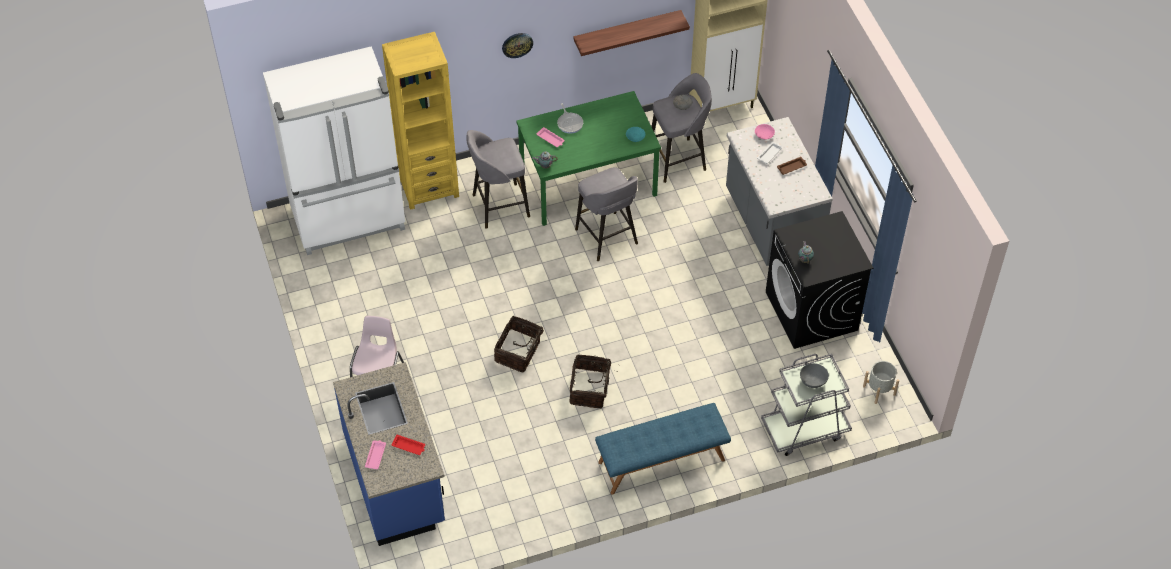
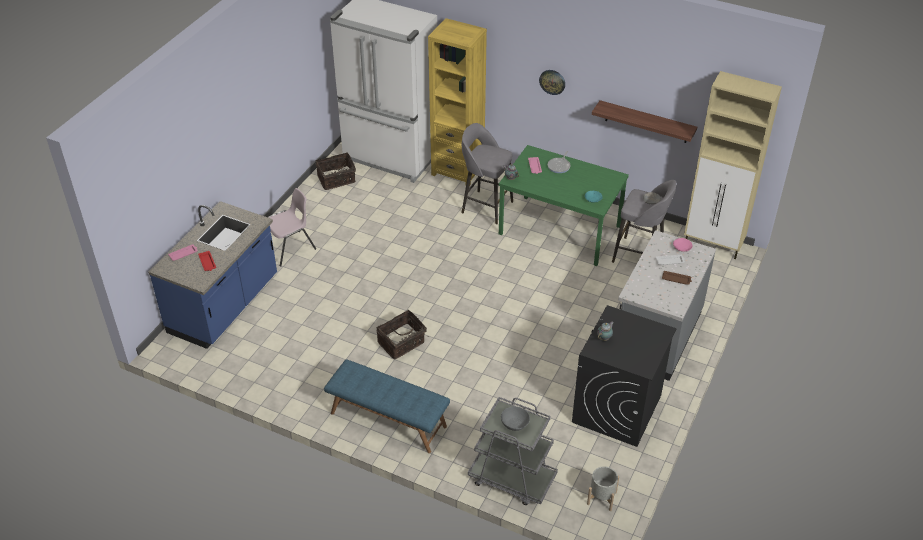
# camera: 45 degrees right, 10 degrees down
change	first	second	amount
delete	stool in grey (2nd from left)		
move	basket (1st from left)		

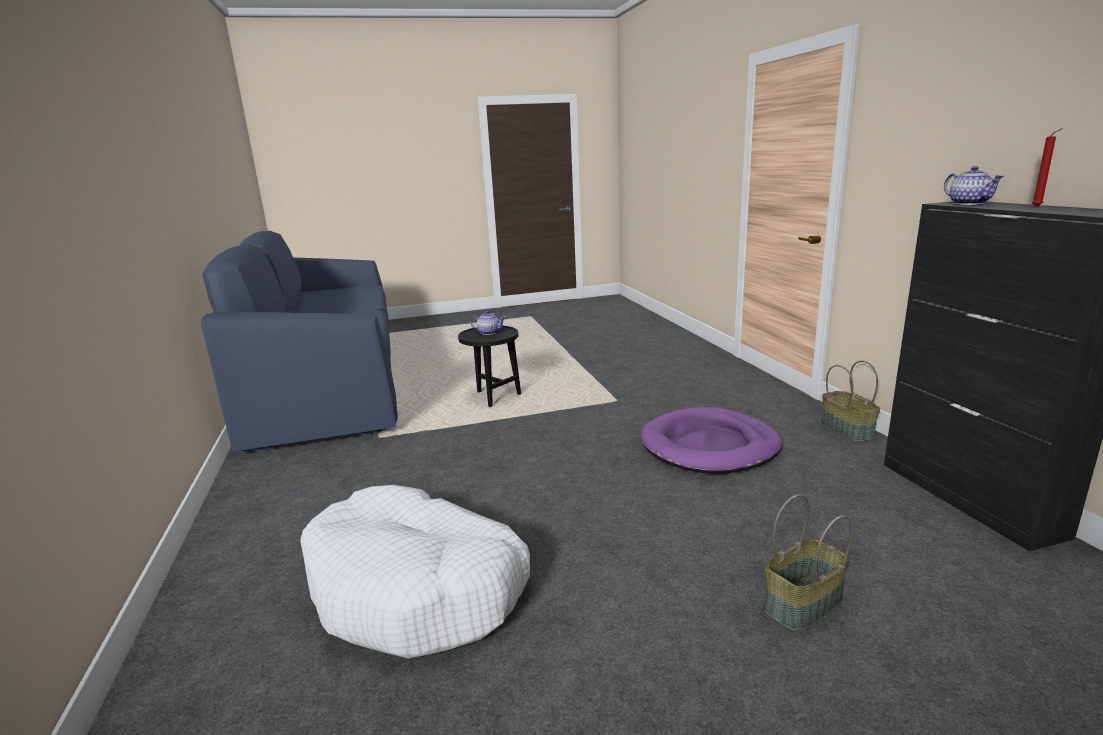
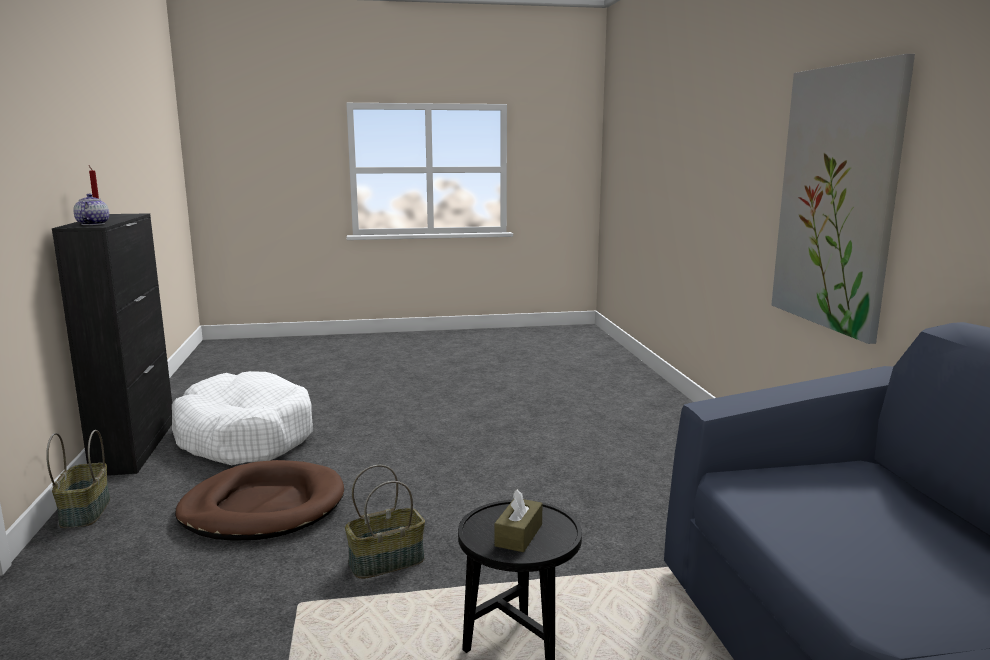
# camera: 175 degrees left, 5 degrees down
change	first	second	amount
replace	teapot (1st from left)	tissue box in brown	
recolor	dog bed in purple	dog bed in brown	
move	dog bed in white		
move	basket (1st from left in the first image)	basket (2nd from left)	
insert		picture	

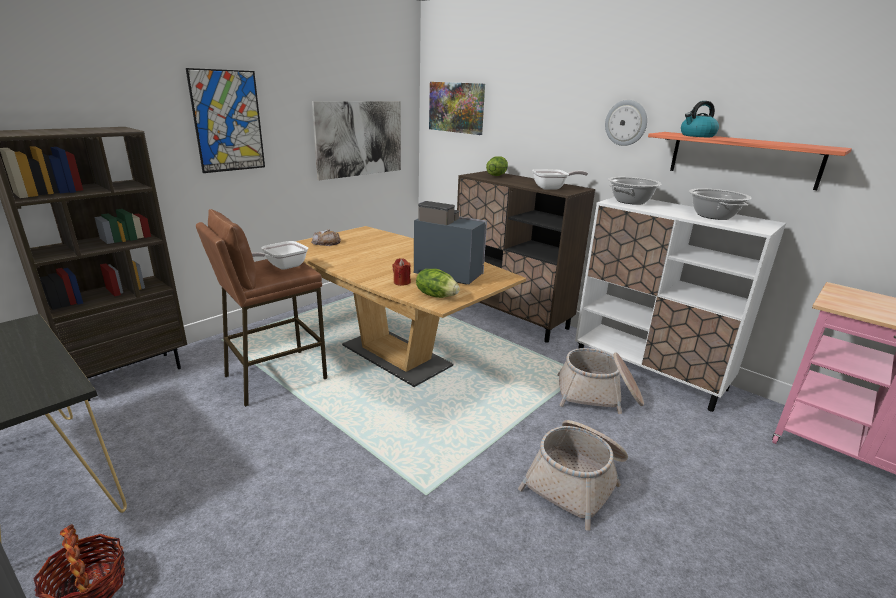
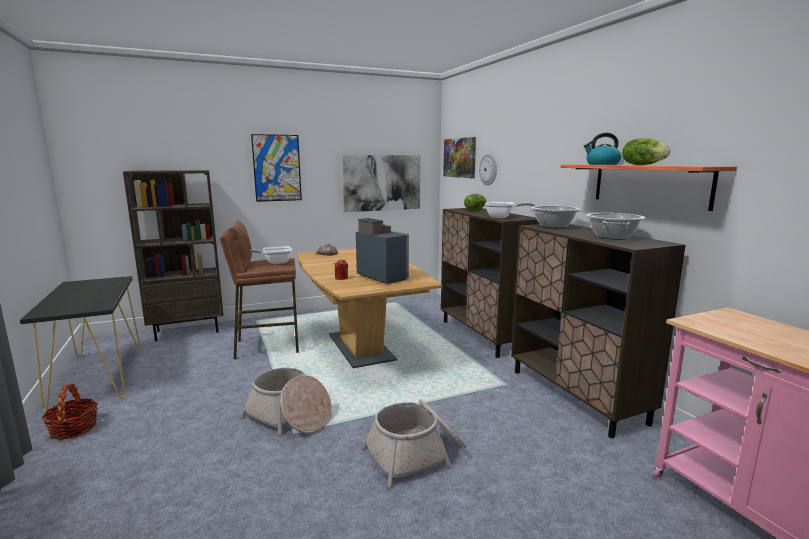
# camera: 25 degrees right, 10 degrees down
change	first	second	amount
move	wall clock		
recolor	cabinet in white	cabinet in brown (2nd from left)	
move	lettuce (1st from left in the first image)	lettuce (2nd from left)	
move	basket (3rd from left in the first image)	basket (2nd from left)	

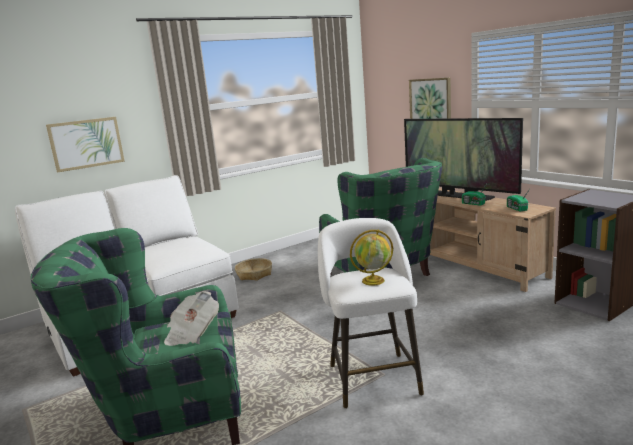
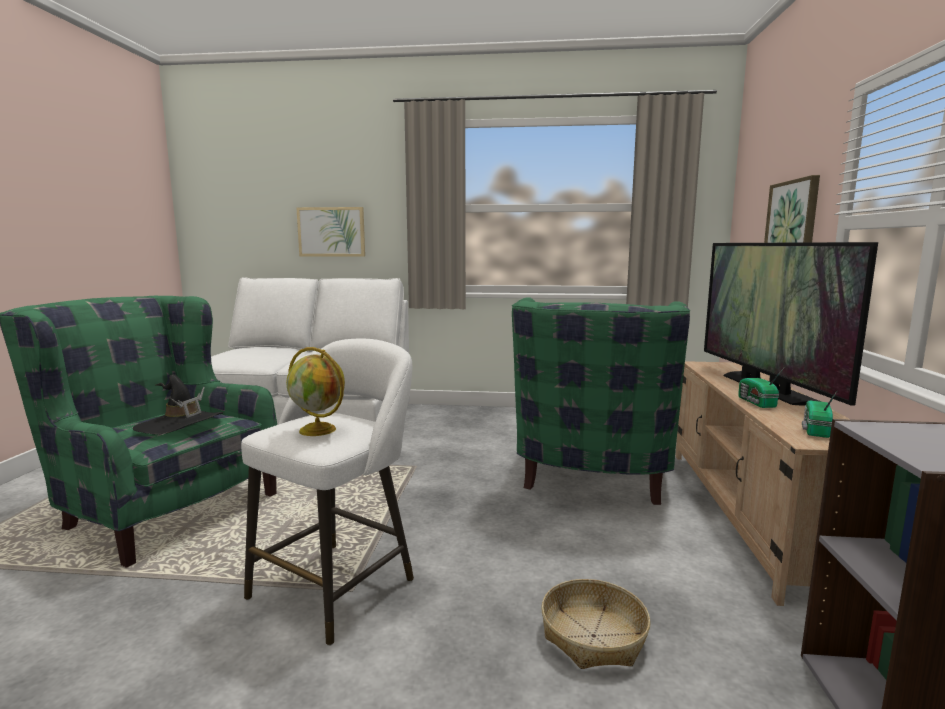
# camera: 40 degrees right, 5 degrees down
change	first	second	amount
move	basket		
replace	newspaper	hat in black	

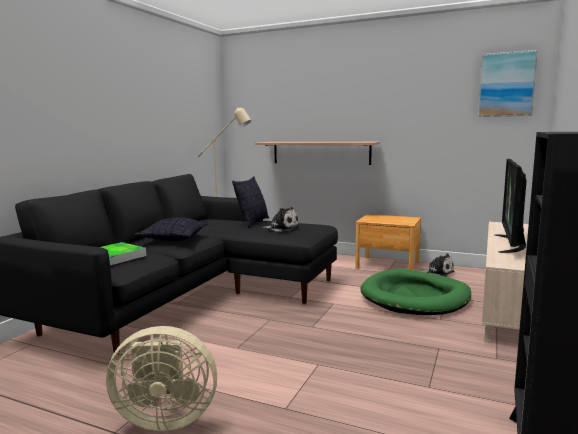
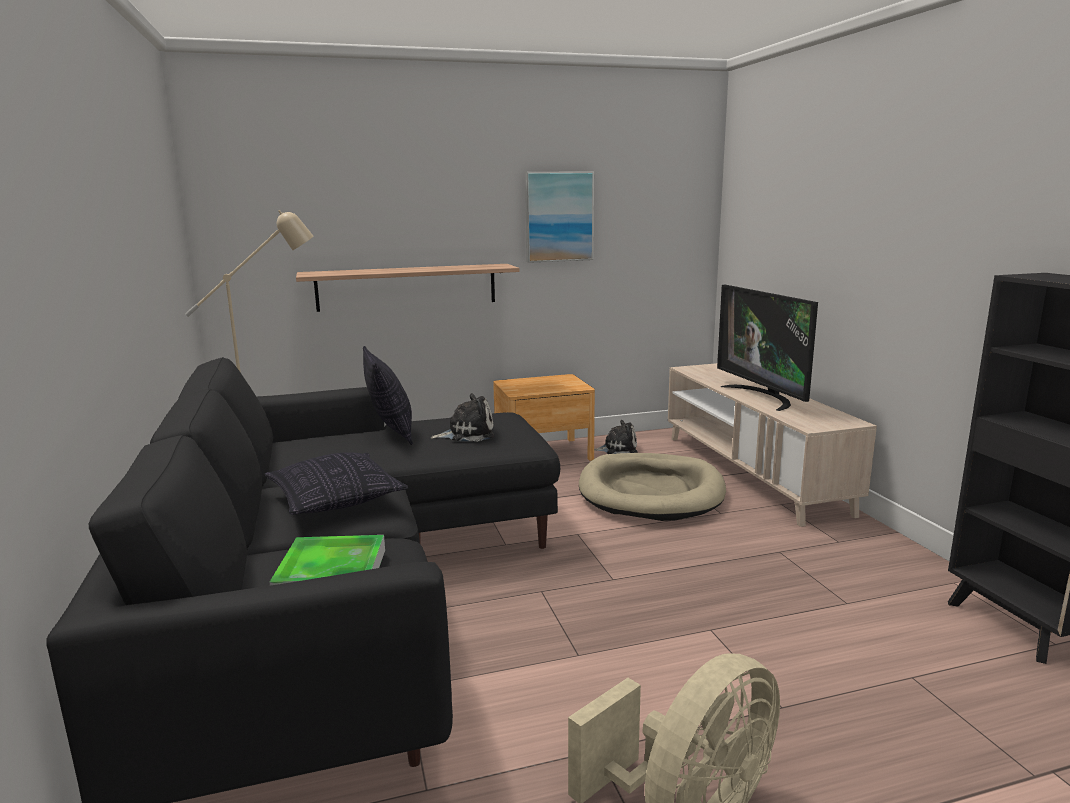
# camera: 40 degrees left, 5 degrees up
change	first	second	amount
move	picture		
recolor	dog bed in green	dog bed in beige	

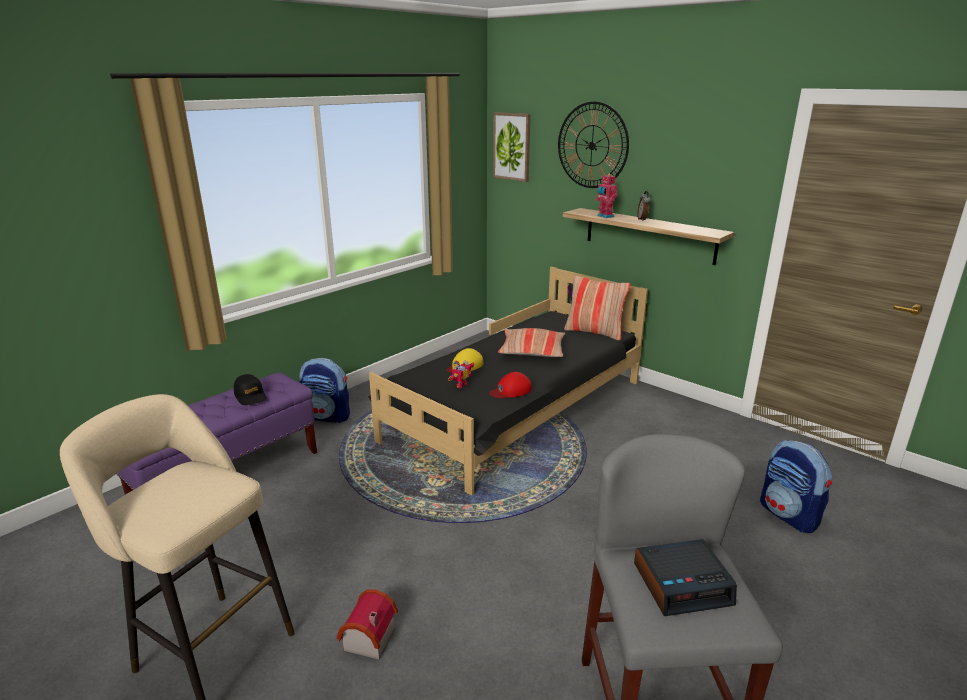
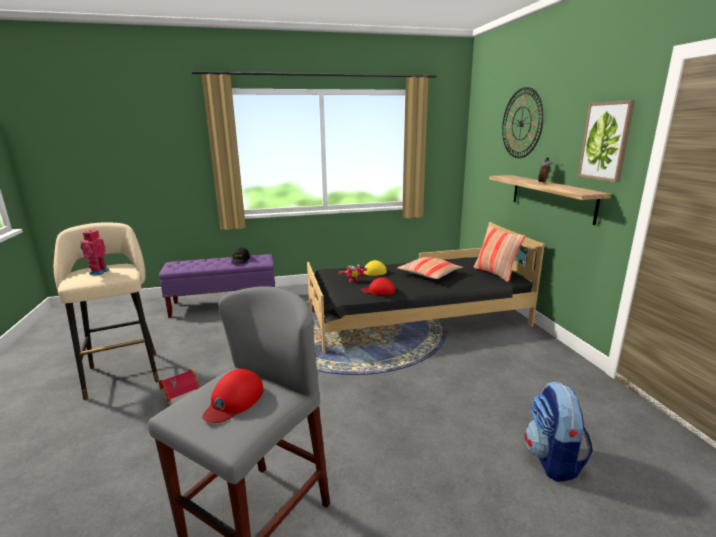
# camera: 35 degrees right, 5 degrees down
change	first	second	amount
move	picture		
move	toy robot (2nd from left in the first image)	toy robot (1st from left)	
delete	backpack (1st from left)		
replace	alarm clock (2nd from left)	cap in red (1st from left)	

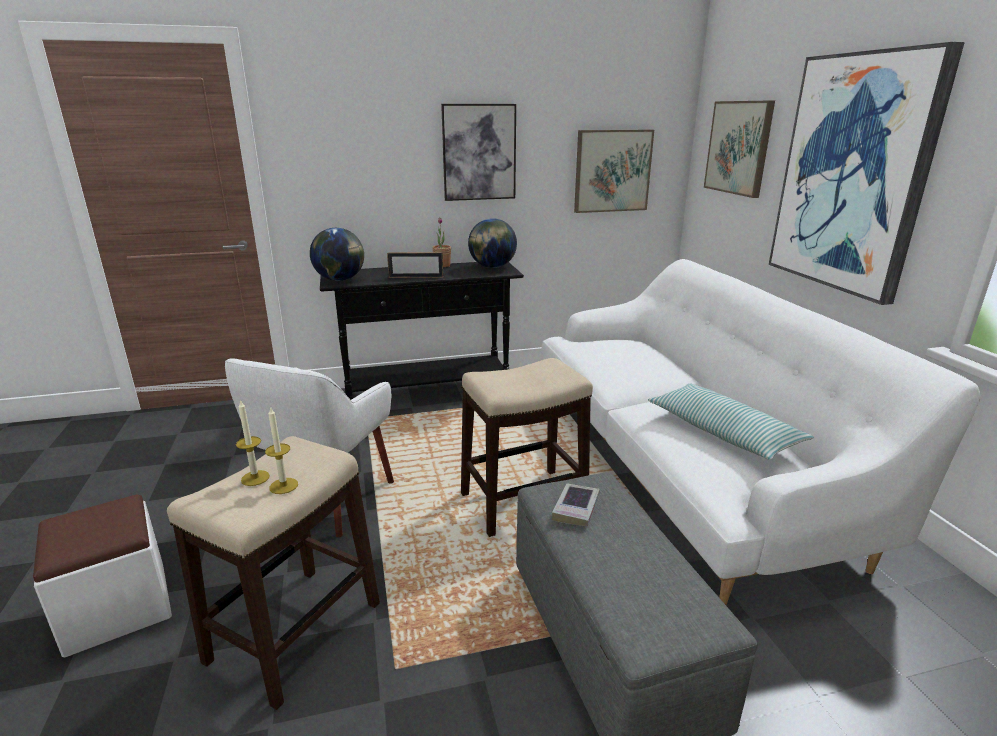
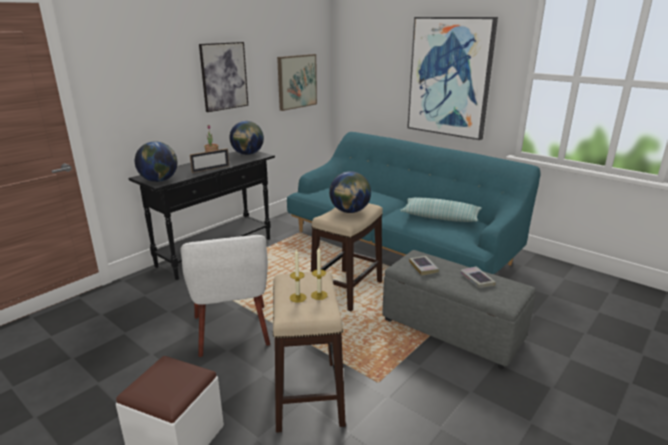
# camera: 35 degrees left, 0 degrees up
change	first	second	amount
delete	picture (3rd from left)		
recolor	sofa in white	sofa in turquoise	
insert		globe (3rd from left)	
insert		book (2nd from left)	

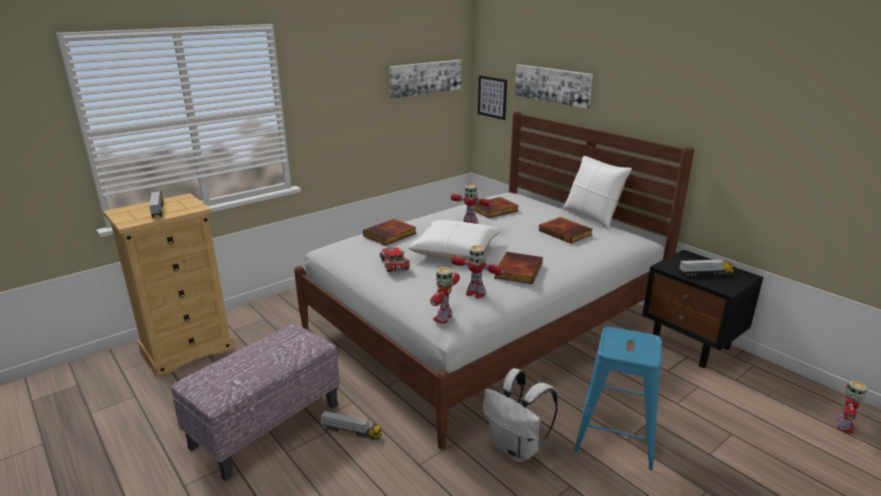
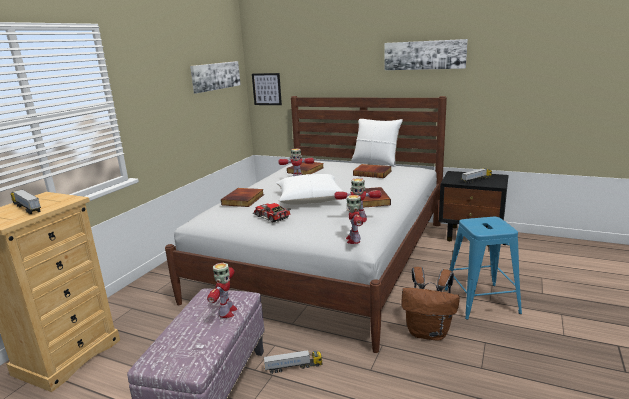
# camera: 25 degrees left, 5 degrees down
change	first	second	amount
move	picture (3rd from left)		
recolor	backpack in white	backpack in brown	
move	toy robot (4th from left in the first image)	toy robot (1st from left)	

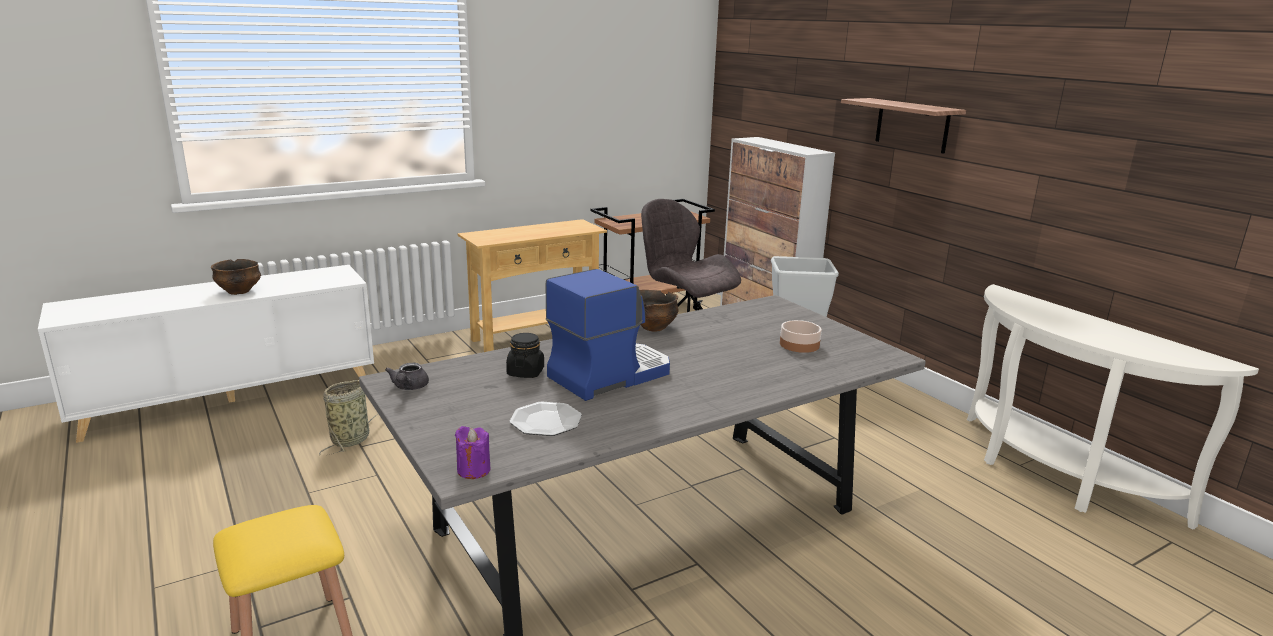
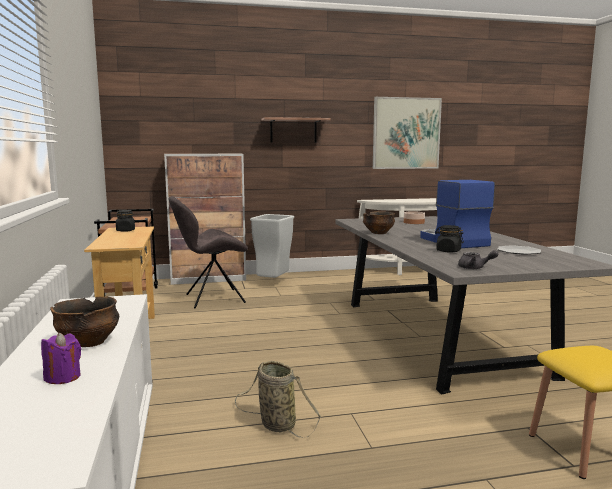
# camera: 70 degrees left, 10 degrees down
change	first	second	amount
move	candle in purple		
insert		picture	
insert		jar in black (1st from left)	

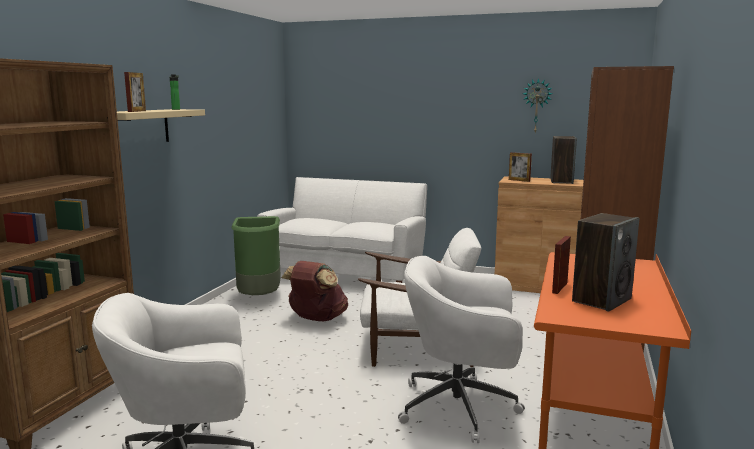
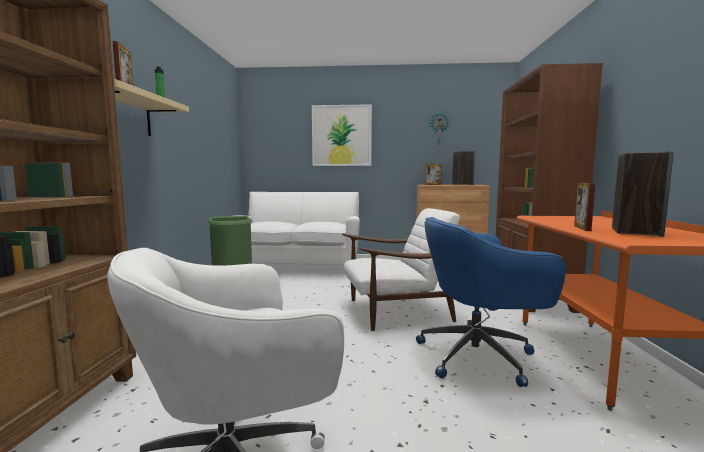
# camera: 15 degrees left, 5 degrees down
change	first	second	amount
recolor	office chair in white (2nd from left)	office chair in blue	
delete	backpack in brown		
insert		picture	

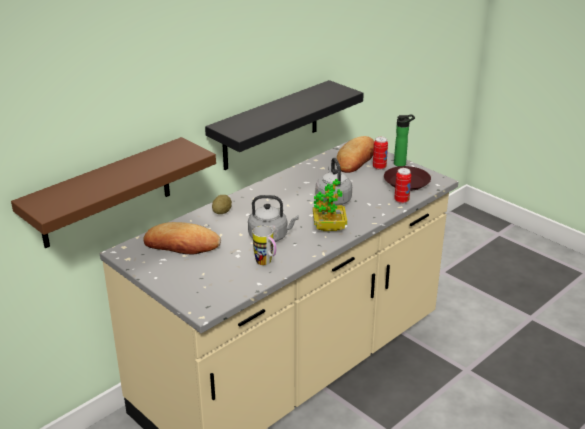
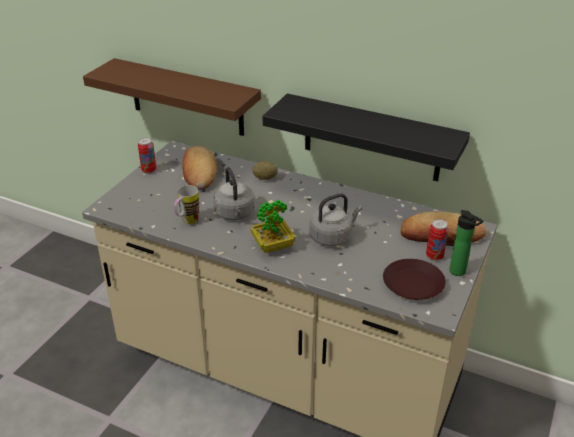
# camera: 70 degrees right, 5 degrees up
change	first	second	amount
move	can (2nd from left in the first image)	can (1st from left)	

